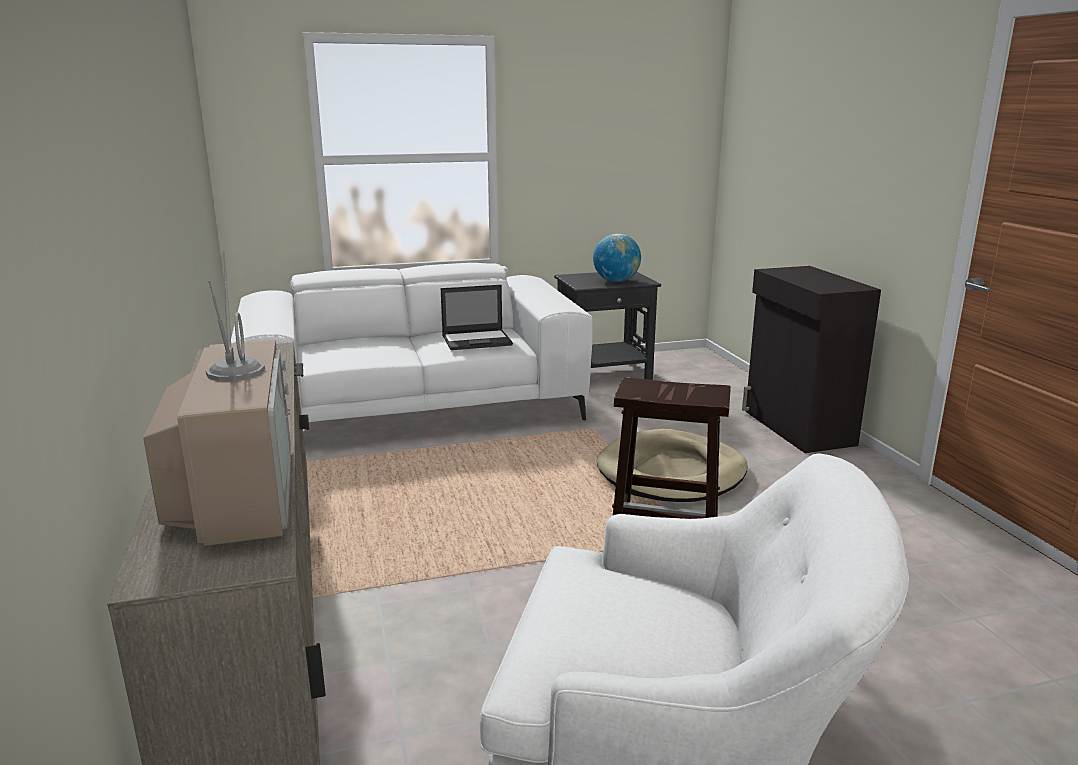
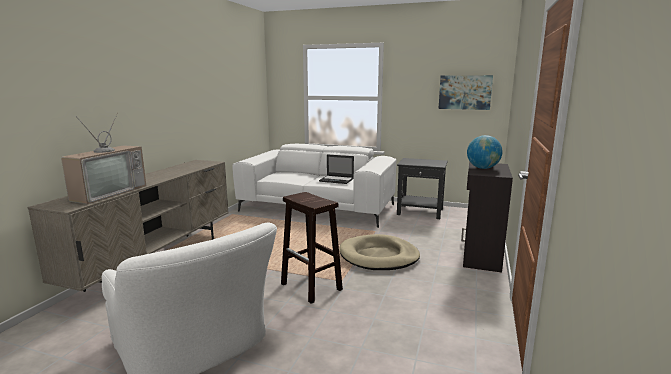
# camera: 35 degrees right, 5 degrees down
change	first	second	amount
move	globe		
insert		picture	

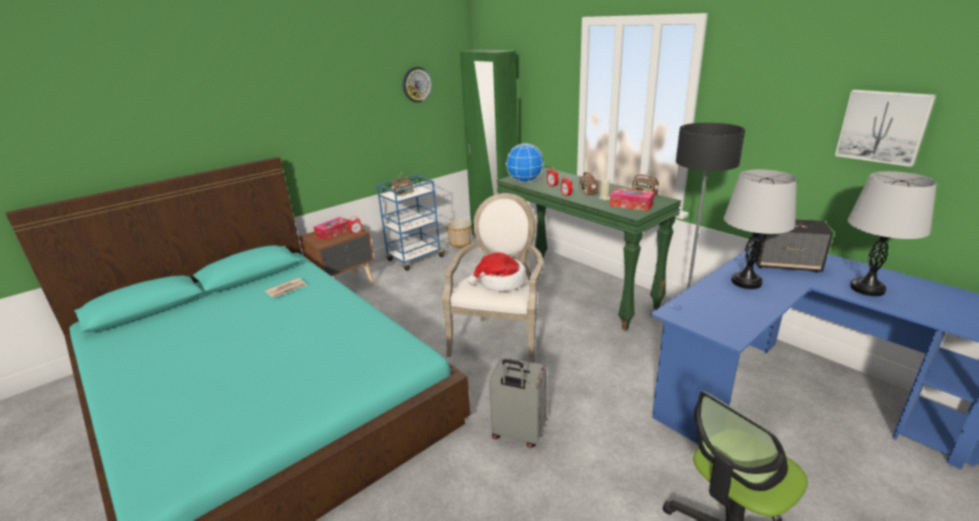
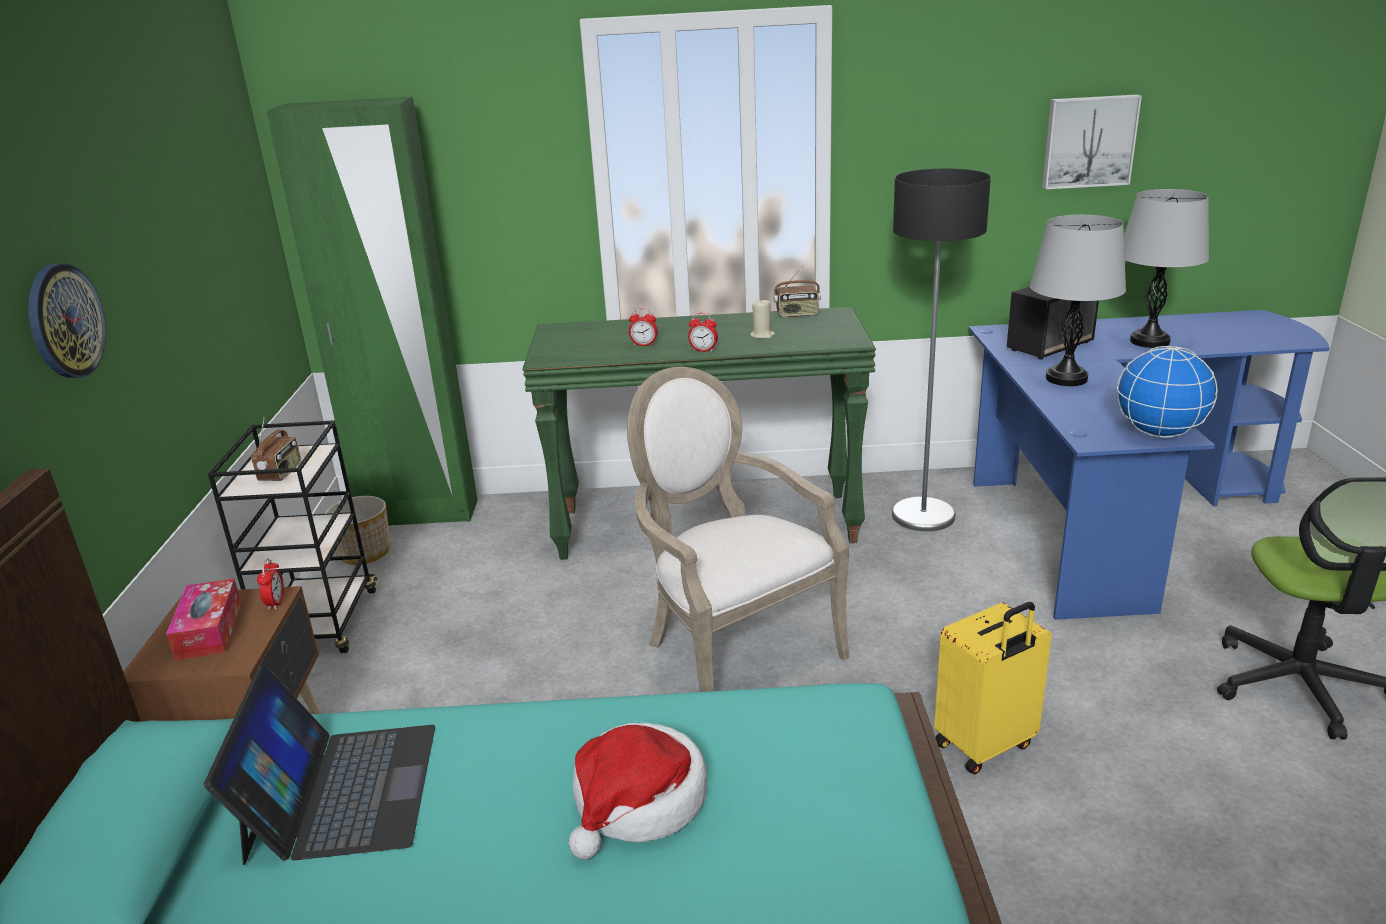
# camera: 50 degrees left, 0 degrees up
change	first	second	amount
move	wall clock		
move	globe		
delete	radio (2nd from left)		
recolor	cart in blue	cart in black	
delete	tissue box (2nd from left)		
move	hat		
replace	newspaper	laptop	
recolor	suitcase in grey	suitcase in yellow	

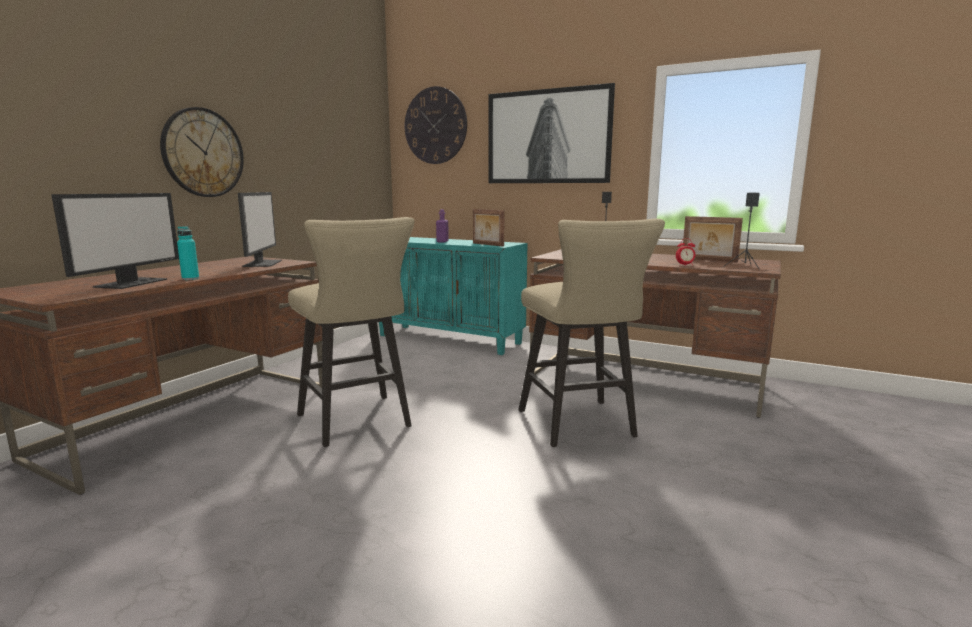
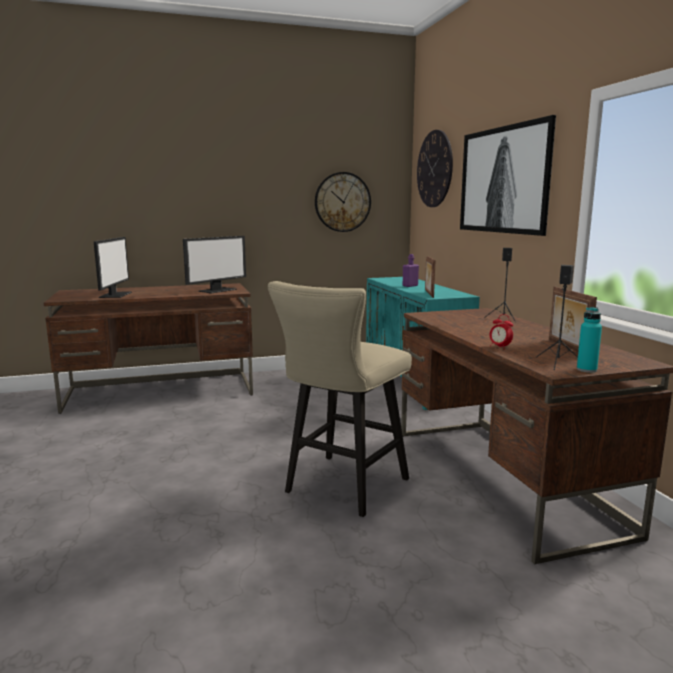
# camera: 45 degrees right, 0 degrees up
change	first	second	amount
move	wall clock (1st from left)		
rotate	monitor (1st from left)		60 degrees counterclockwise
delete	stool in beige (1st from left)		
move	bottle in turquoise		

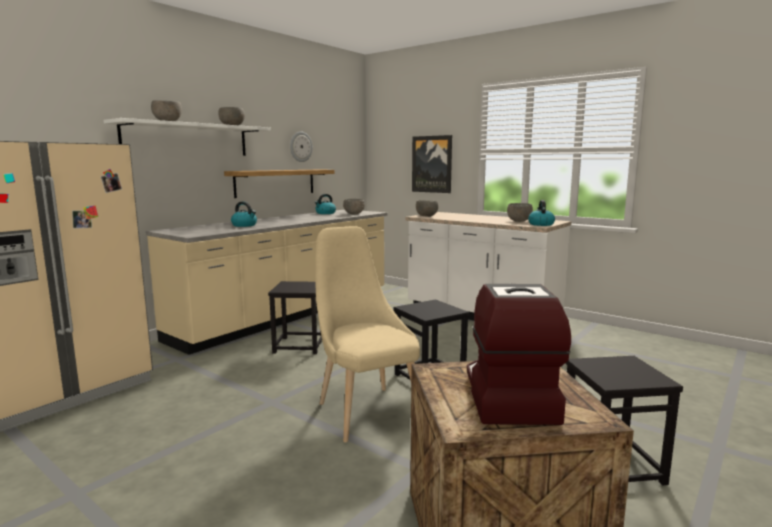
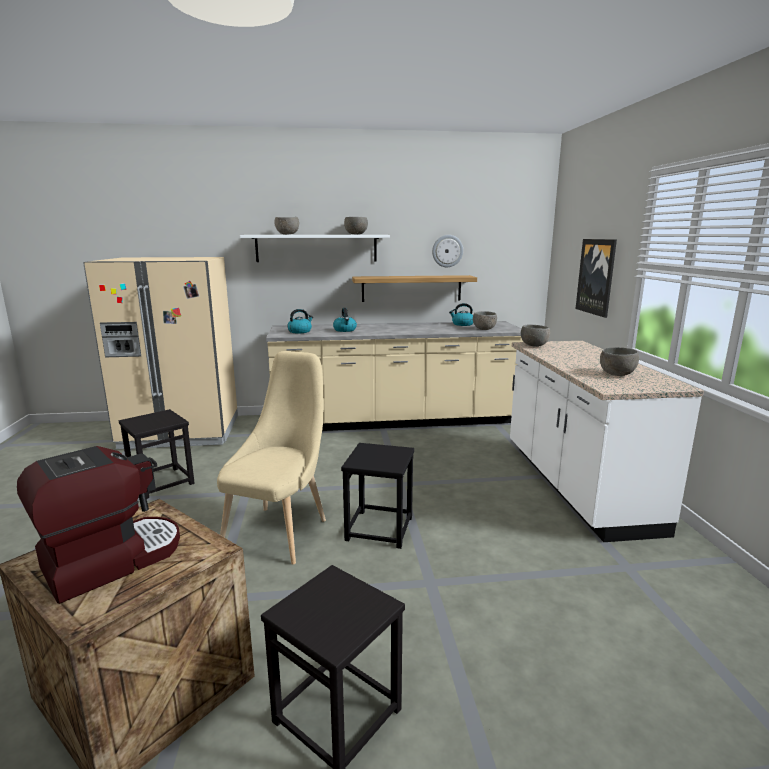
# camera: 45 degrees right, 5 degrees up
change	first	second	amount
move	kettle (3rd from left in the first image)	kettle (1st from left)	
move	stool in black (1st from left)		

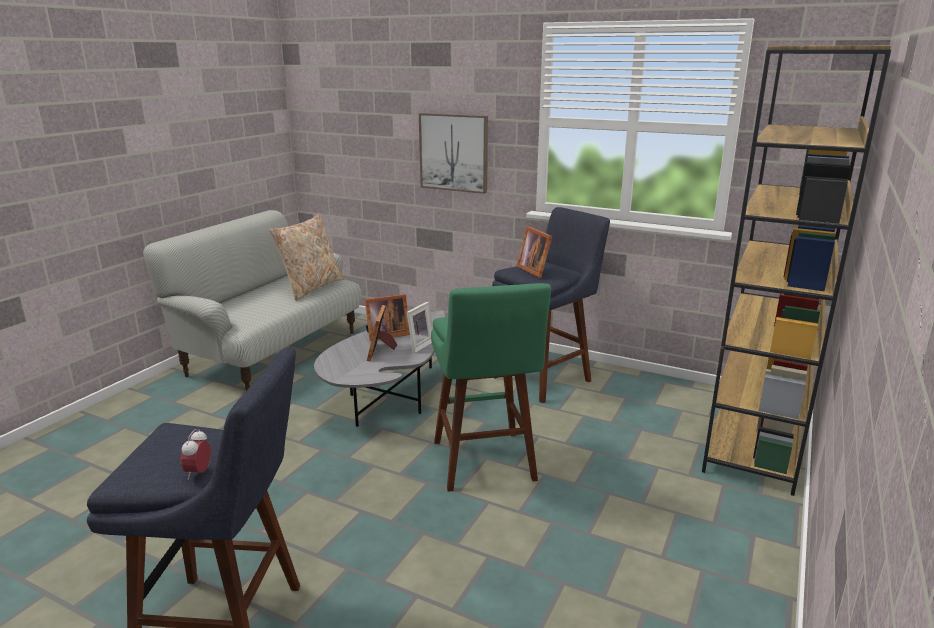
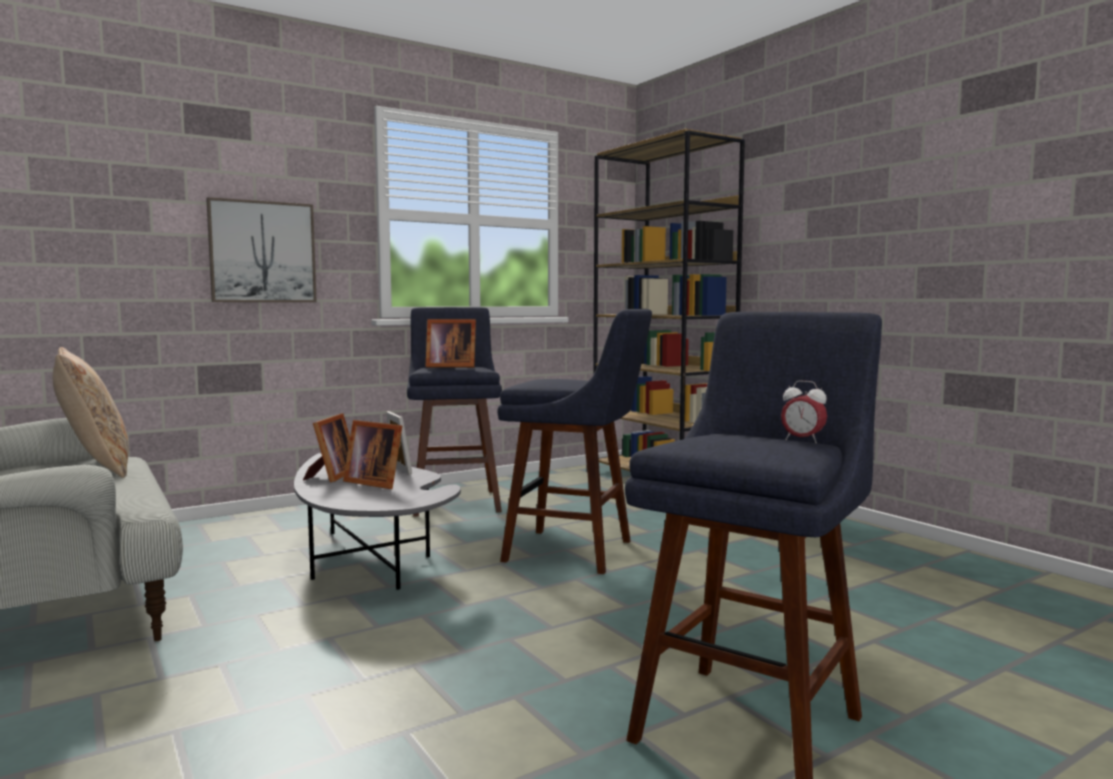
# camera: 60 degrees left, 15 degrees down
change	first	second	amount
recolor	stool in green	stool in blue (2nd from left)	

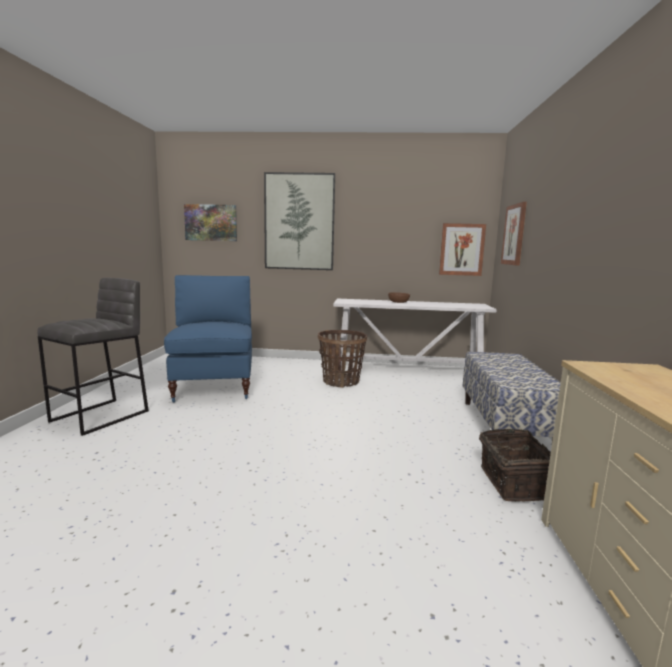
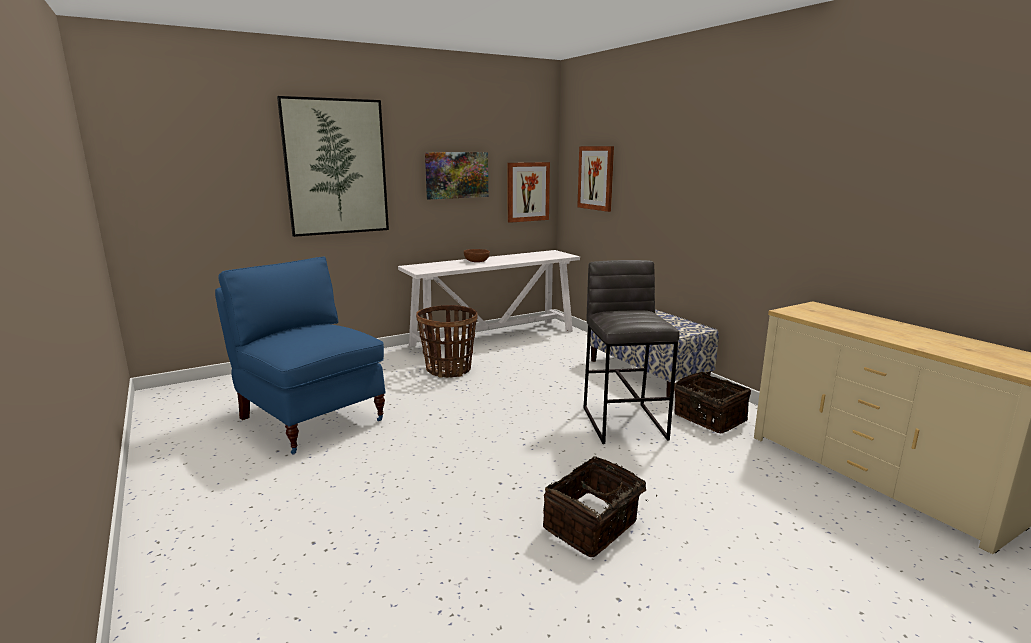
# camera: 35 degrees left, 5 degrees up
change	first	second	amount
move	picture (1st from left in the first image)	picture (2nd from left)	
move	stool in grey		
insert		basket (2nd from left)	

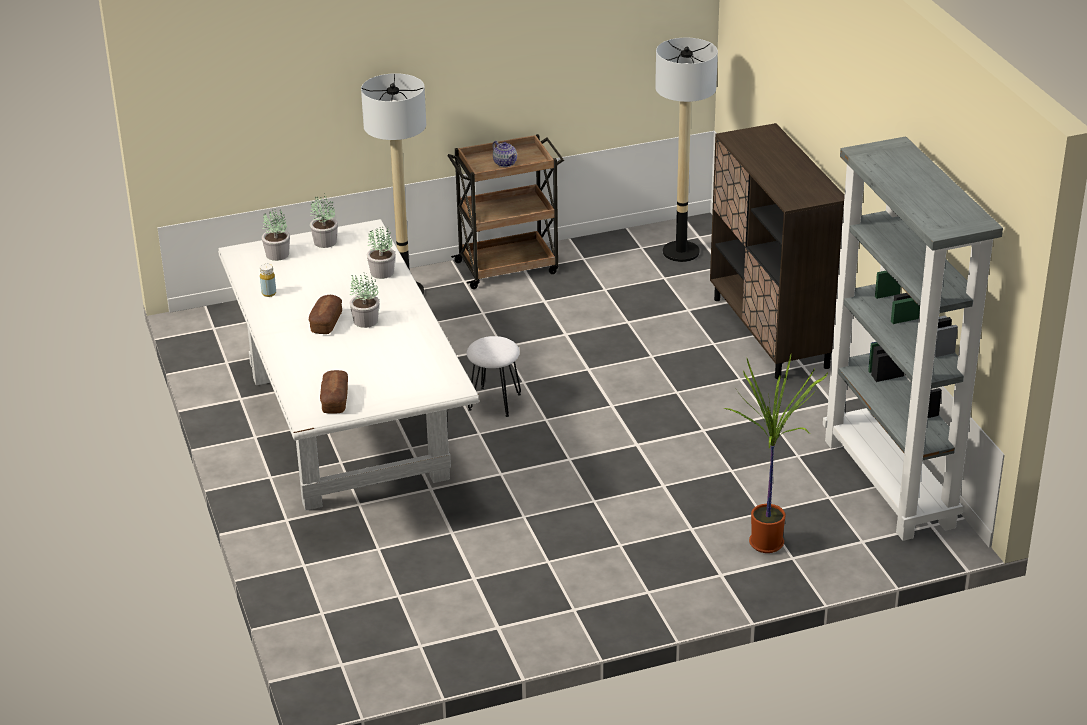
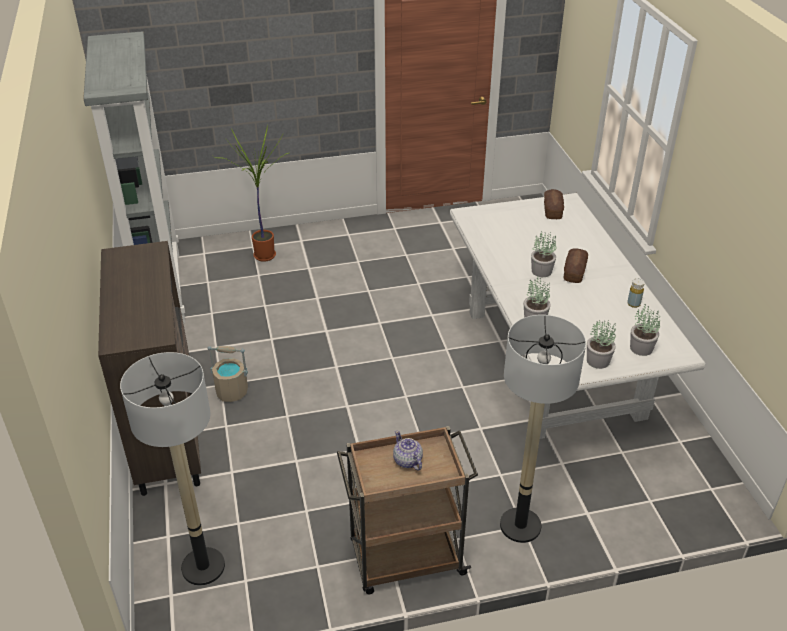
# camera: 175 degrees left, 5 degrees up
change	first	second	amount
delete	stool in white		
insert		bucket in beige	

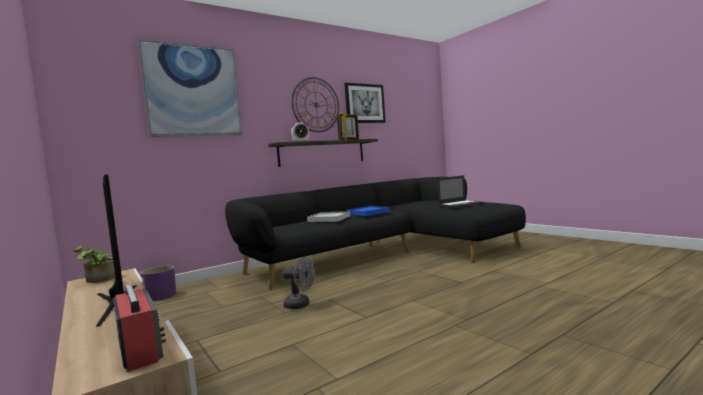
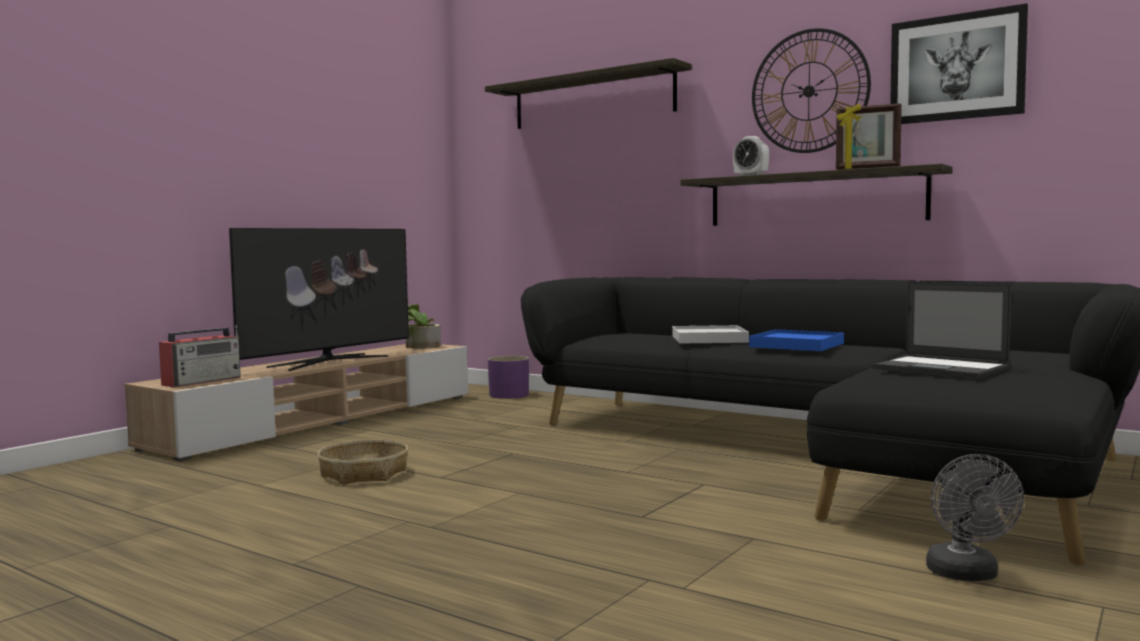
# camera: 70 degrees right, 0 degrees up
change	first	second	amount
replace	picture (1st from left)	shelf (1st from left)	
move	fan in grey		
insert		basket	

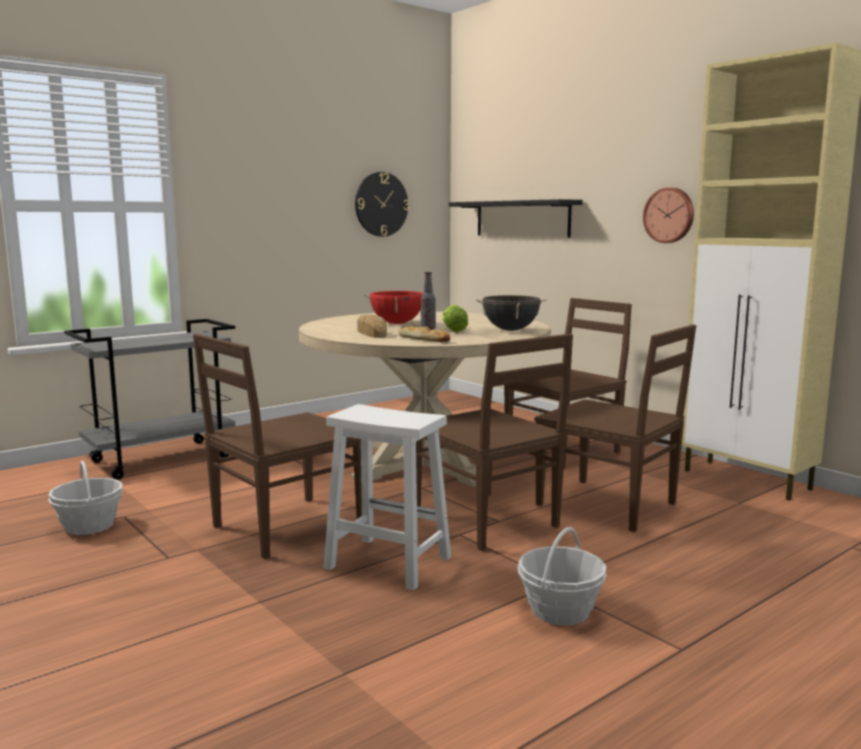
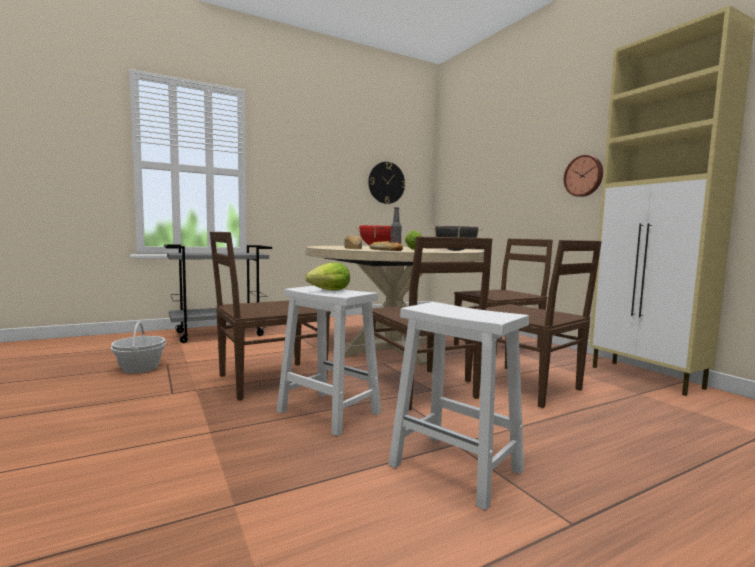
# camera: 10 degrees right, 5 degrees down
change	first	second	amount
delete	shelf in black		
replace	basket (2nd from left)	stool in white (2nd from left)	
insert		lettuce (1st from left)	

